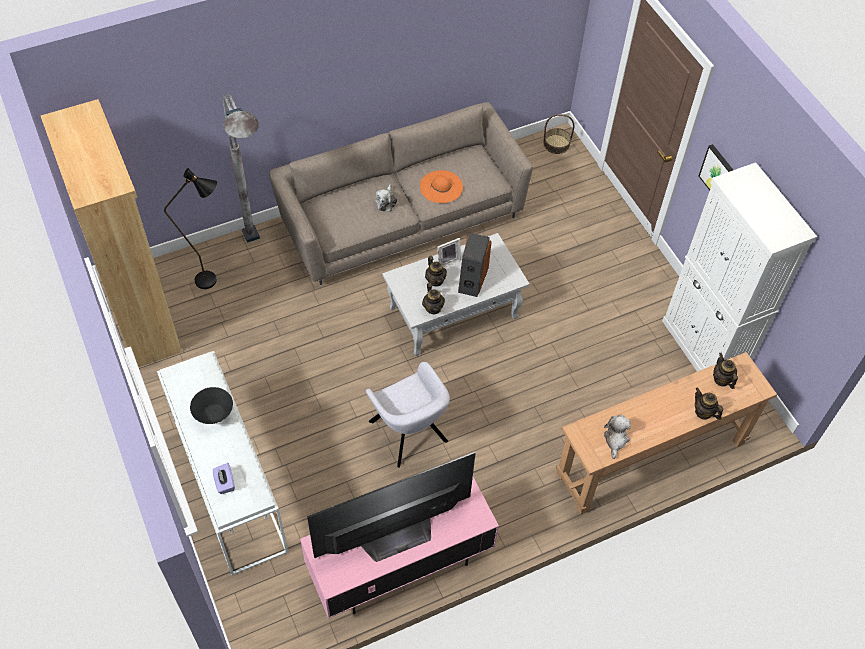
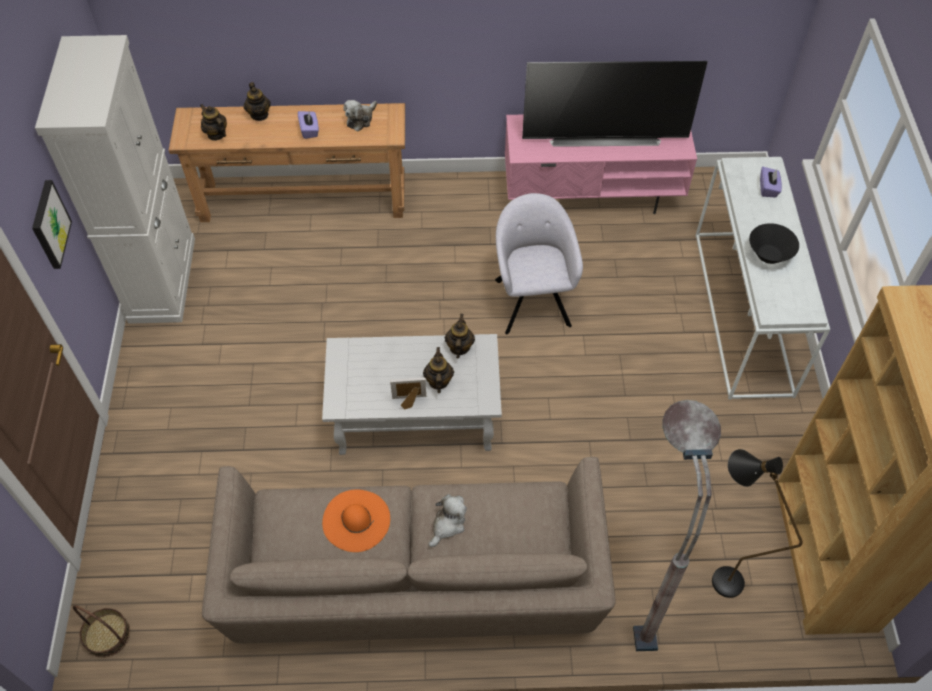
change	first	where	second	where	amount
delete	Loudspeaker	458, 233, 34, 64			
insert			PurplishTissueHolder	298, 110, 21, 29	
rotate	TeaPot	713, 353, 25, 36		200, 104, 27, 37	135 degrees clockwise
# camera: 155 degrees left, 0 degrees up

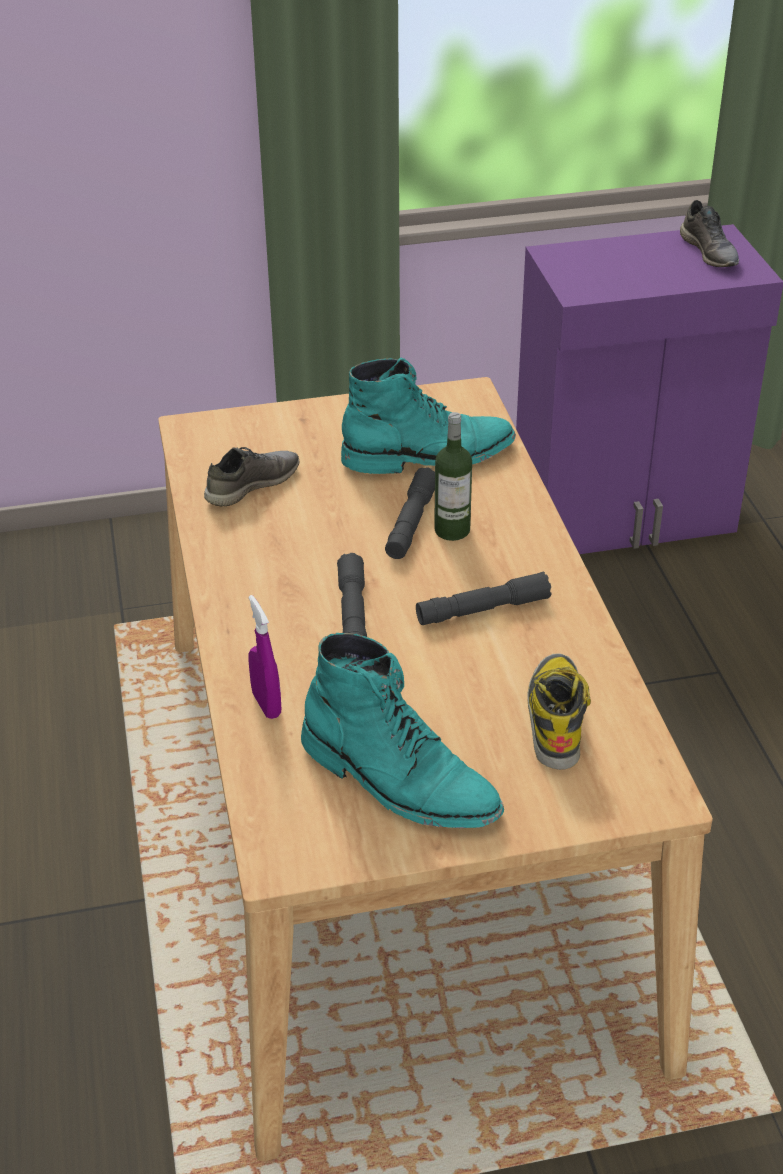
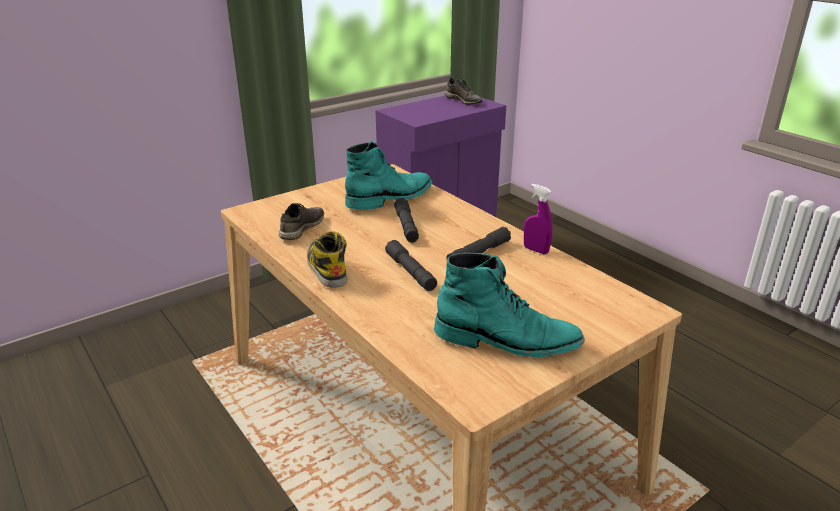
change	first	where	second	where	amount
delete	Bottle	434, 412, 38, 129			
move	PurplishSprayBottle	248, 595, 33, 124		524, 184, 29, 71	
move	HighTopBoot	527, 654, 64, 116		307, 231, 41, 57	
# camera: 25 degrees left, 10 degrees down

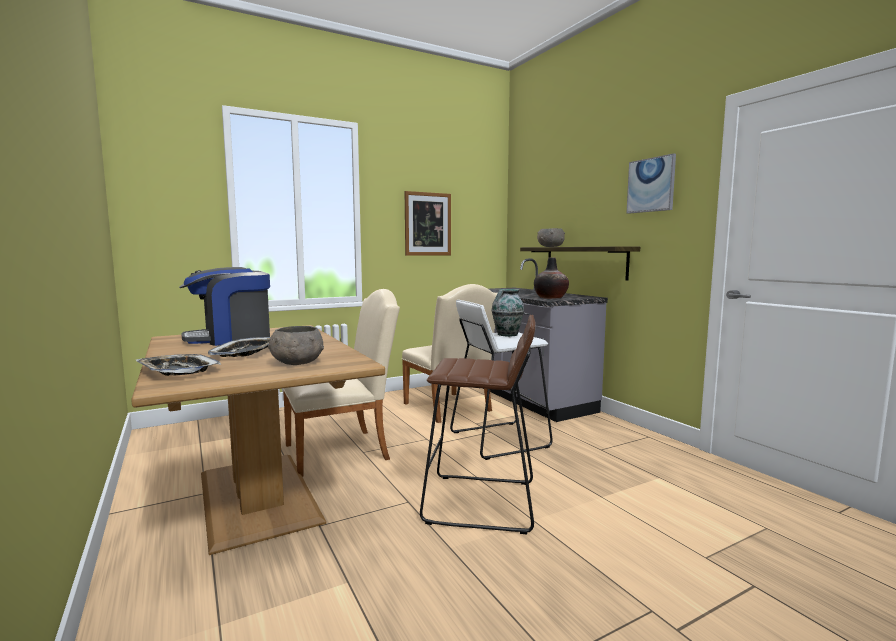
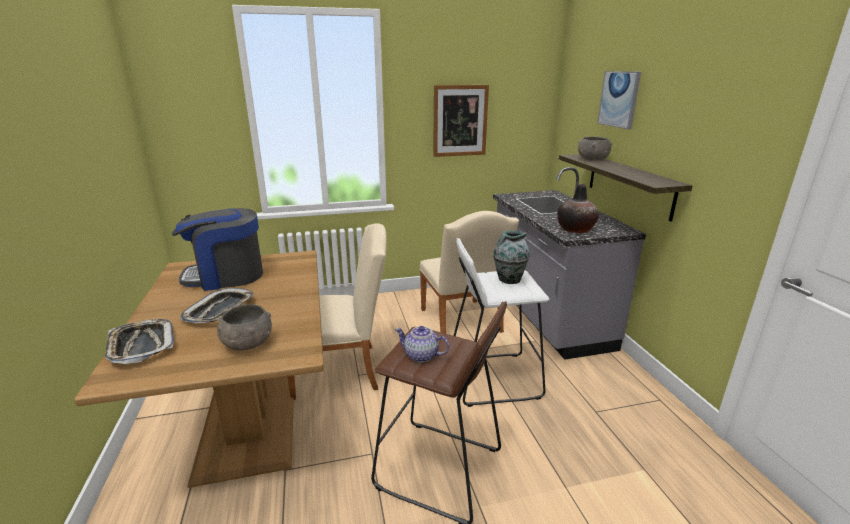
change	first	where	second	where	amount
insert			TeaPot	395, 326, 54, 36	
move	WallPicture	626, 153, 50, 61		597, 71, 44, 58	
# camera: 15 degrees right, 15 degrees up

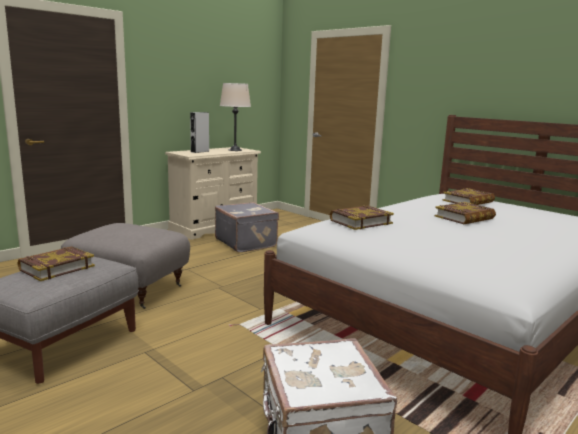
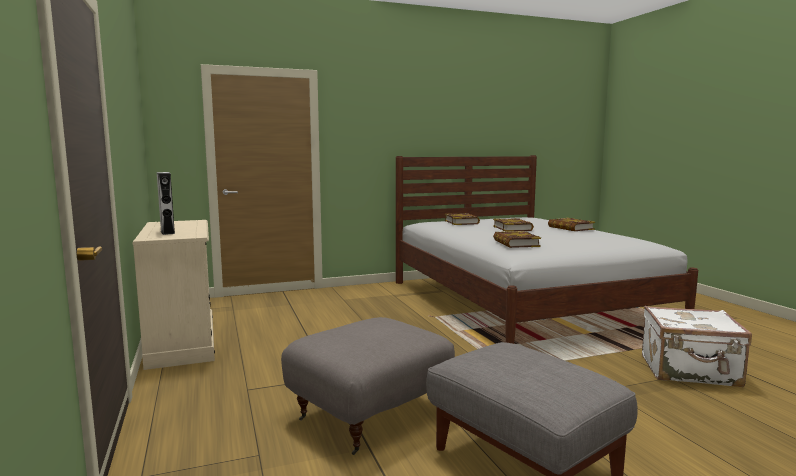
change	first	where	second	where	amount
delete	GreyishPieceOfLuggage	215, 202, 64, 50			
delete	BeigeColouredTabletopLamp	220, 83, 31, 68			
move	BoundBook	18, 246, 77, 35		548, 218, 47, 13	
# camera: 65 degrees left, 5 degrees down

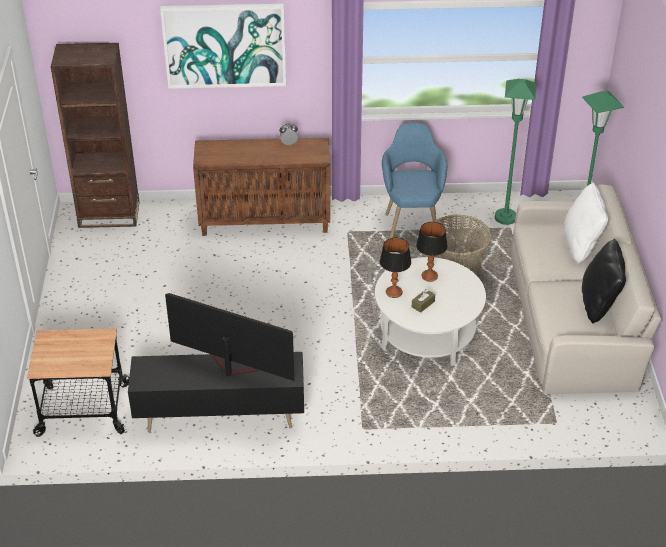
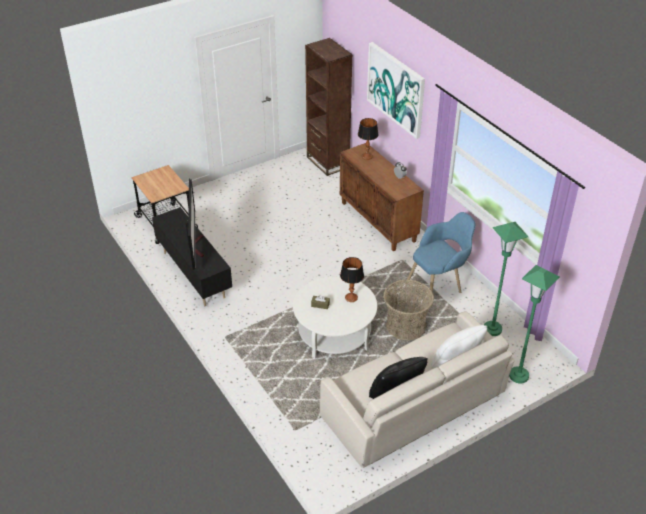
change	first	where	second	where	amount
move	TabletopLamp	380, 238, 31, 60		358, 118, 21, 42	
# camera: 60 degrees right, 0 degrees up

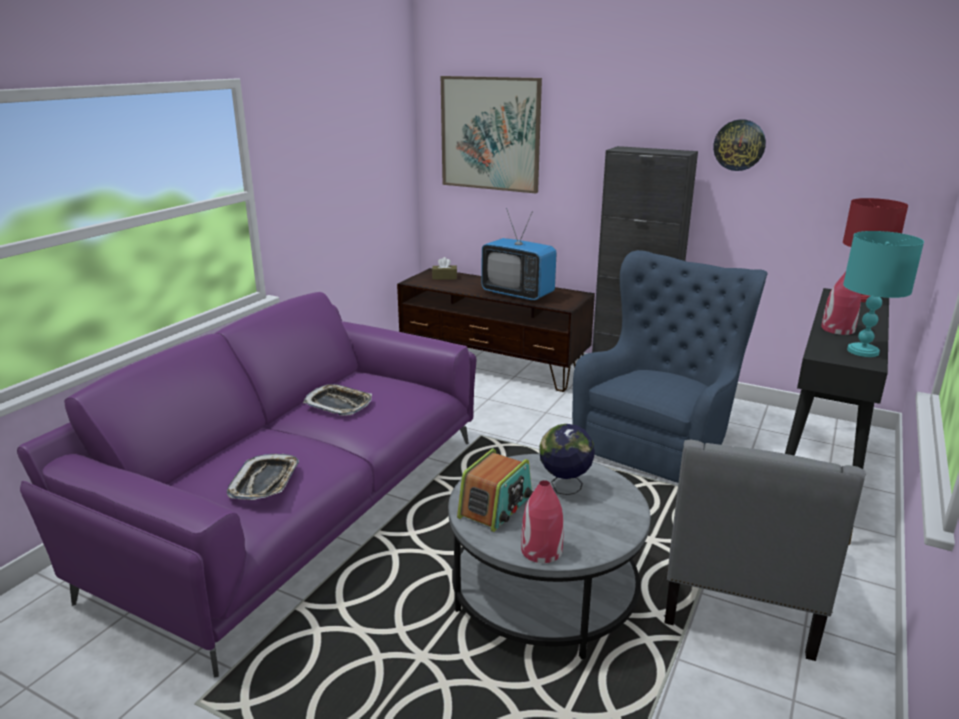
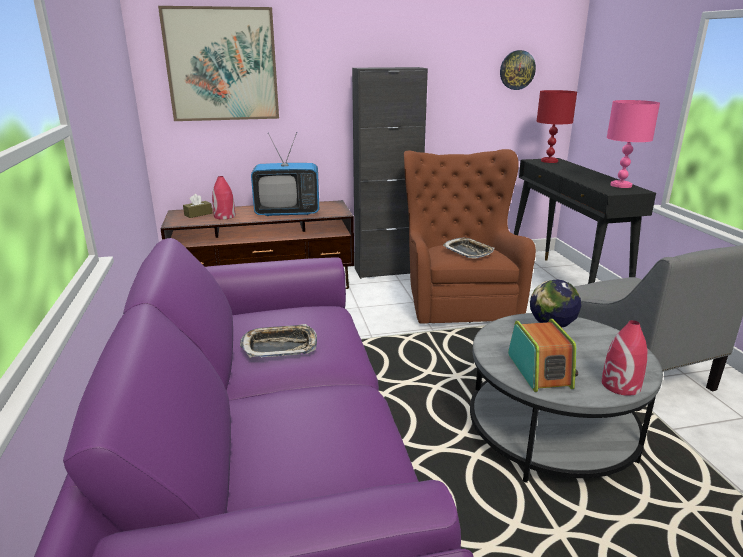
change	first	where	second	where	amount
move	CarryingTray	227, 454, 72, 46		443, 238, 52, 21	
move	HangingClock	713, 119, 53, 52		500, 50, 36, 40	
move	RedColouredFlowerVase	821, 272, 40, 63		212, 176, 23, 43	
recolor	BlueEasyChair	572, 250, 195, 233	BrownishEasyChair	404, 149, 132, 175	
recolor	TurquoiseColouredTabletopLamp	843, 231, 81, 126	PinkTabletopLamp	607, 100, 53, 88	
# camera: 40 degrees left, 0 degrees up

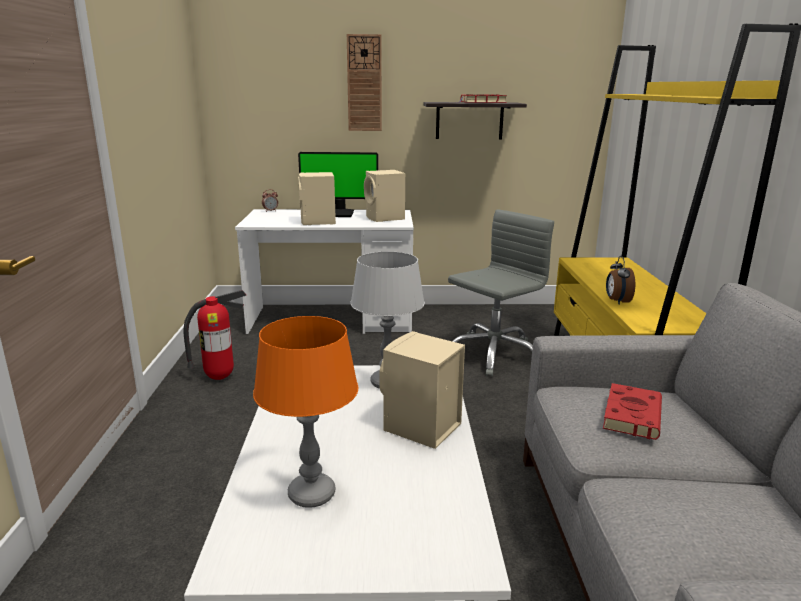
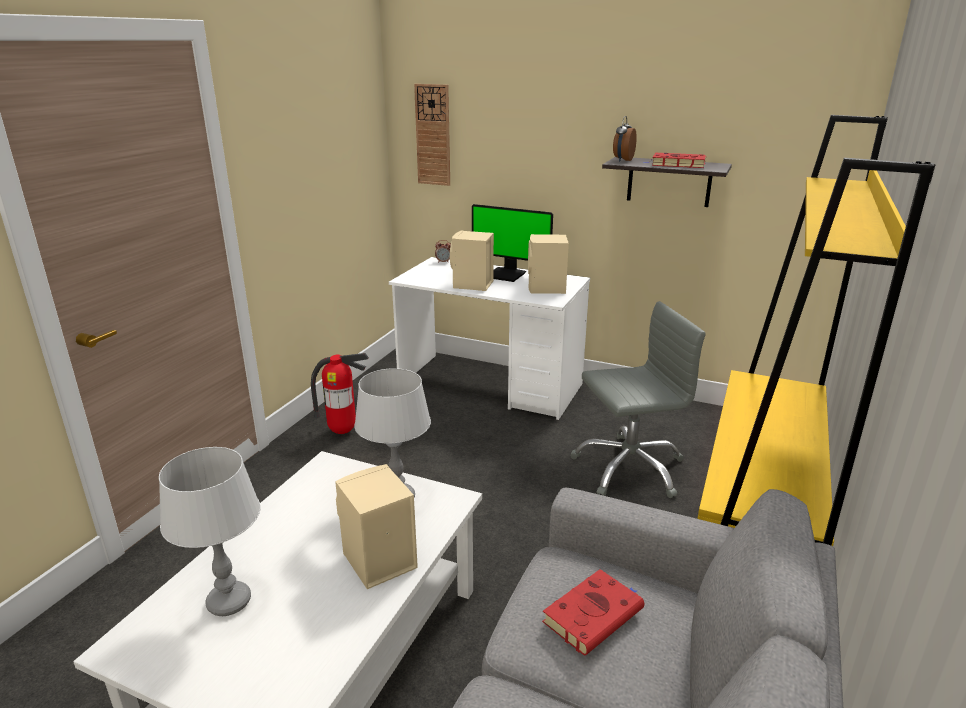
change	first	where	second	where	amount
move	HangingClock	347, 34, 35, 97		414, 84, 36, 102	
move	BedsideClock	606, 256, 29, 49		613, 116, 24, 46	
recolor	OrangeColouredTabletopLamp	253, 316, 106, 192	GreyishTabletopLamp	159, 447, 101, 169	
# camera: 25 degrees right, 5 degrees up

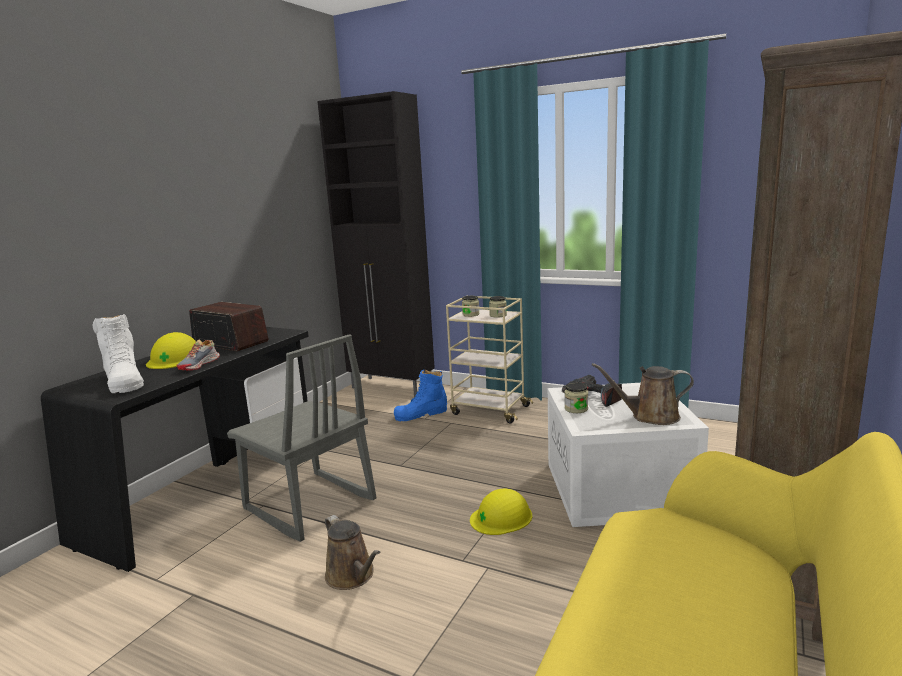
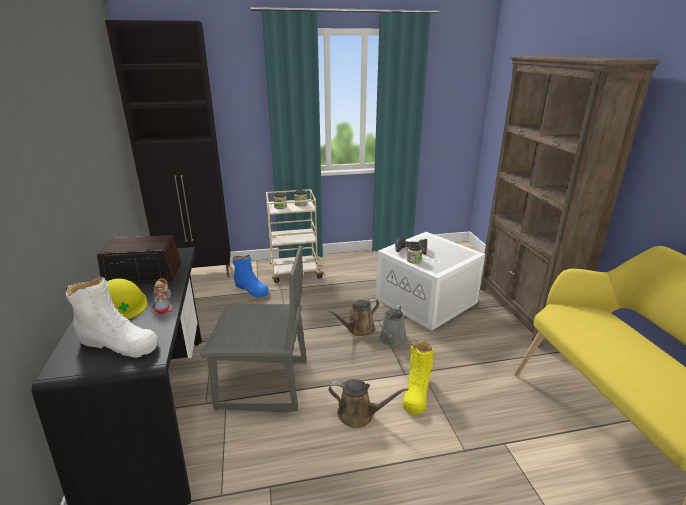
change	first	where	second	where	amount
insert			YellowColouredHighTopBoot	403, 340, 31, 75	
move	BrownishWateringCan	592, 363, 102, 62		327, 299, 52, 37	
replace	YellowColouredWorkHelmet	470, 488, 62, 47	GreyishWateringCan	379, 305, 28, 42	
rotate	BlueHighTopBoot	394, 369, 53, 52		233, 255, 36, 42	75 degrees counterclockwise
# camera: 40 degrees left, 10 degrees up

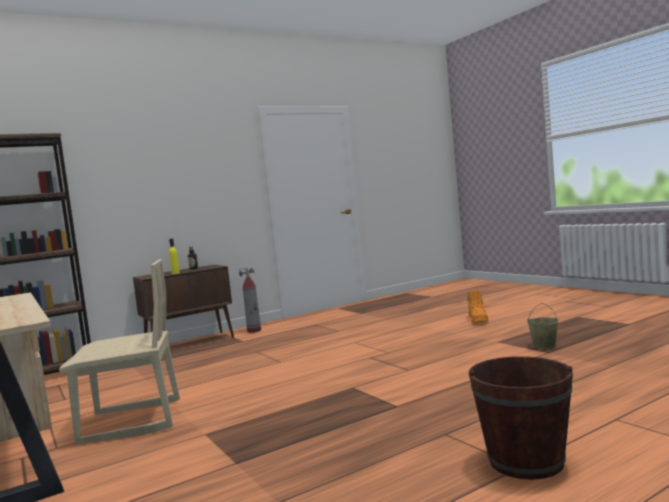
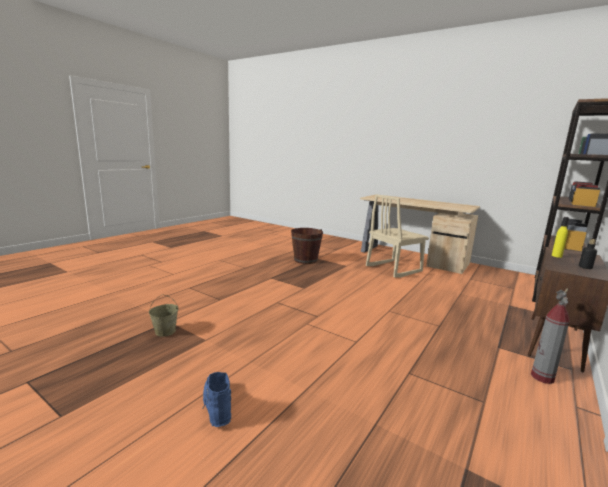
change	first	where	second	where	amount
move	BrownishPail	469, 356, 104, 124		291, 228, 32, 36	
recolor	OrangeColouredHighTopBoot	467, 290, 22, 34	BlueHighTopBoot	202, 372, 29, 55	
# camera: 155 degrees right, 10 degrees up

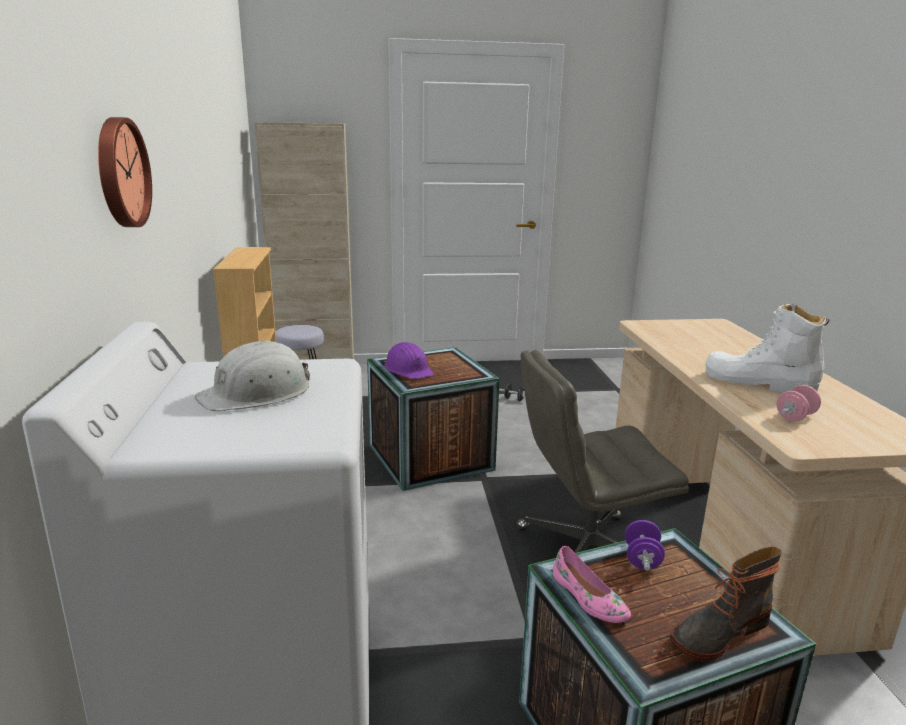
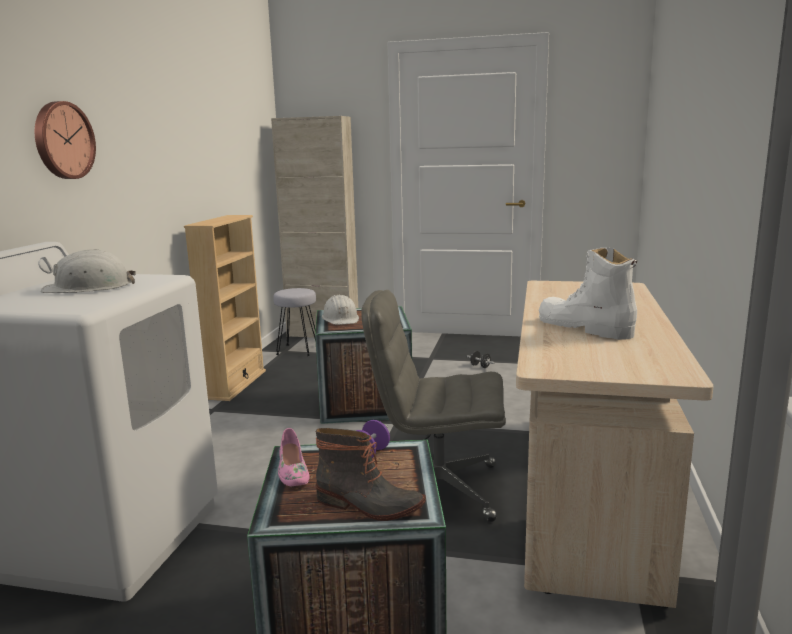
change	first	where	second	where	amount
delete	PinkFreeWeight	776, 385, 45, 36			
recolor	PurplishWorkHelmet	384, 342, 50, 37	WhiteWorkHelmet	322, 295, 37, 30	
rotate	HighTopBoot	670, 546, 112, 114		316, 428, 110, 93	150 degrees counterclockwise
# camera: 20 degrees right, 5 degrees down

